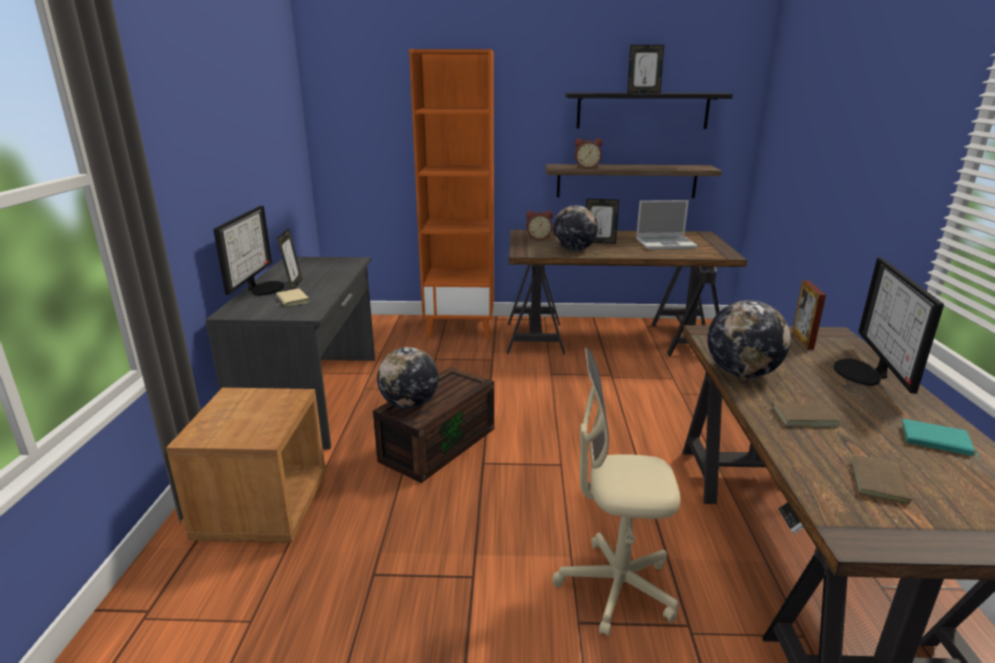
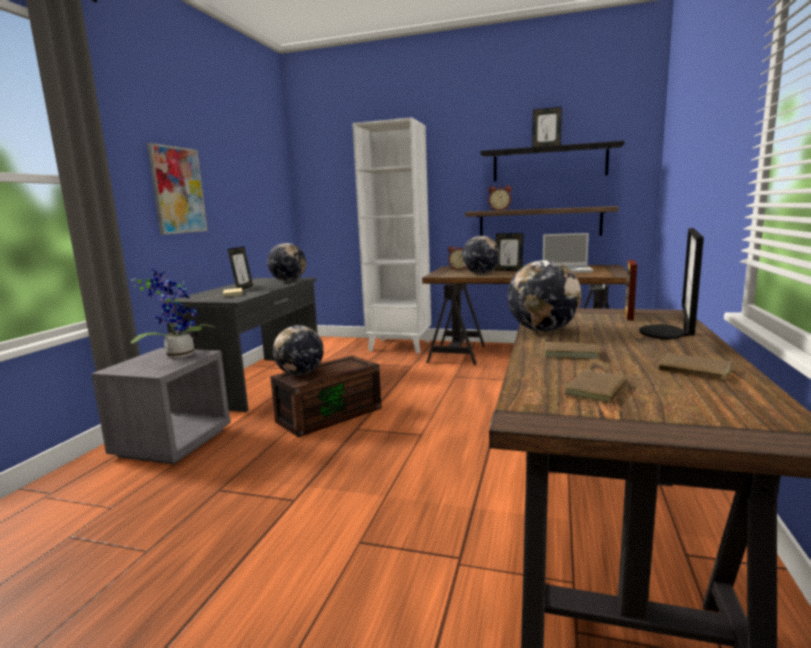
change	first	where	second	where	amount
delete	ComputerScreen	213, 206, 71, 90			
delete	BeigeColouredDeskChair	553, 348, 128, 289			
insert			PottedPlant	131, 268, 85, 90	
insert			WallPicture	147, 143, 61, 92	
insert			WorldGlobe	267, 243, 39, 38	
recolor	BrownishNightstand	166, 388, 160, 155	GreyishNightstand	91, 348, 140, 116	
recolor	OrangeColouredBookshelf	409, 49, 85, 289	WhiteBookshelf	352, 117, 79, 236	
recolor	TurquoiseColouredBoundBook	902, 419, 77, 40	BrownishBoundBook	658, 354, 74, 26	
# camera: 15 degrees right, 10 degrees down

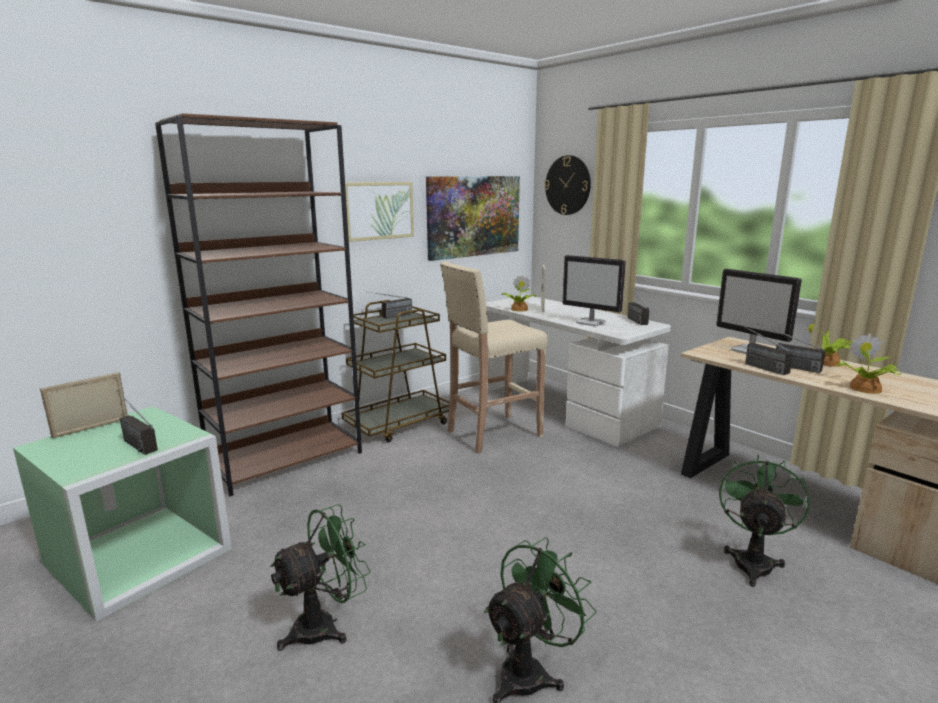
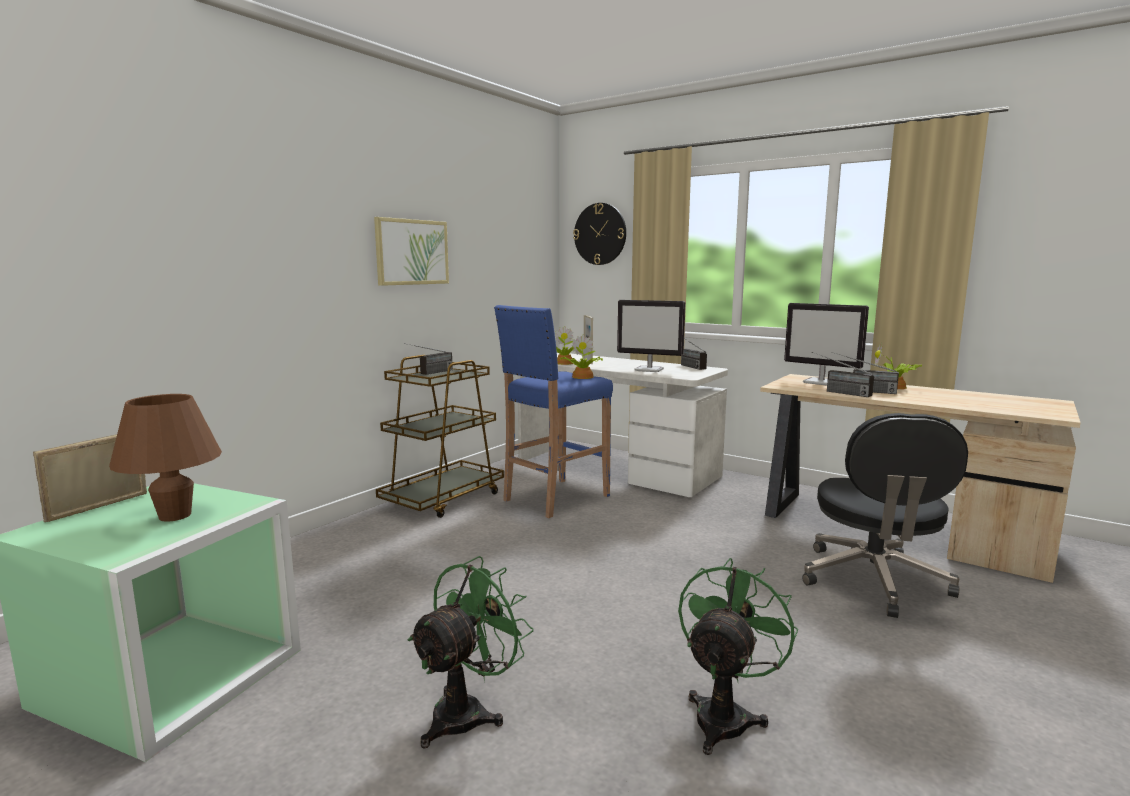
change	first	where	second	where	amount
delete	BrownishBookshelf	155, 113, 207, 384			
delete	WallPicture	426, 176, 94, 85			
move	PottedPlant	837, 333, 65, 61		560, 335, 43, 44	
replace	RadioSet	117, 391, 41, 64	BrownishTabletopLamp	109, 394, 113, 128	
replace	GreenishElectricFan	719, 454, 91, 133	BlackDeskChair	802, 413, 166, 205	
recolor	BeigeColouredStoolSeat	440, 261, 108, 193	BlueStoolSeat	494, 305, 119, 213	
# camera: 15 degrees left, 5 degrees down

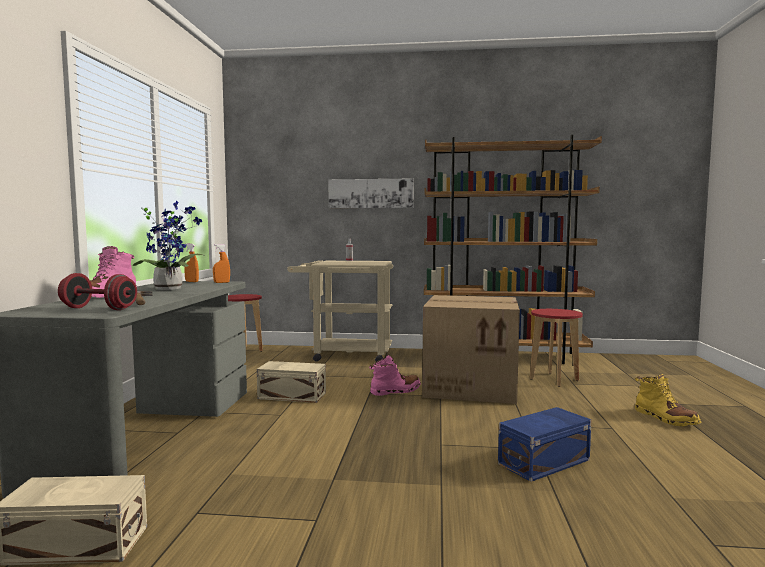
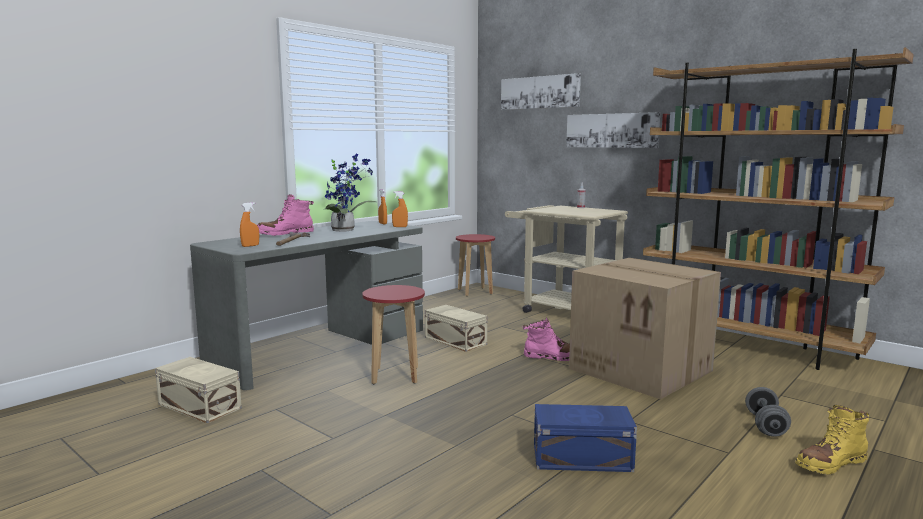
change	first	where	second	where	amount
insert			WallPicture	501, 73, 80, 37	
insert			GreyishFreeWeight	745, 387, 46, 49	
move	RedColouredStoolSeat	530, 309, 53, 78		362, 285, 63, 99	
replace	RedColouredFreeWeight	58, 273, 79, 37	OrangeColouredSprayBottle	240, 202, 19, 45	
rotate	YellowColouredHighTopBoot	635, 374, 67, 52		795, 405, 74, 69	60 degrees clockwise
# camera: 35 degrees right, 5 degrees up

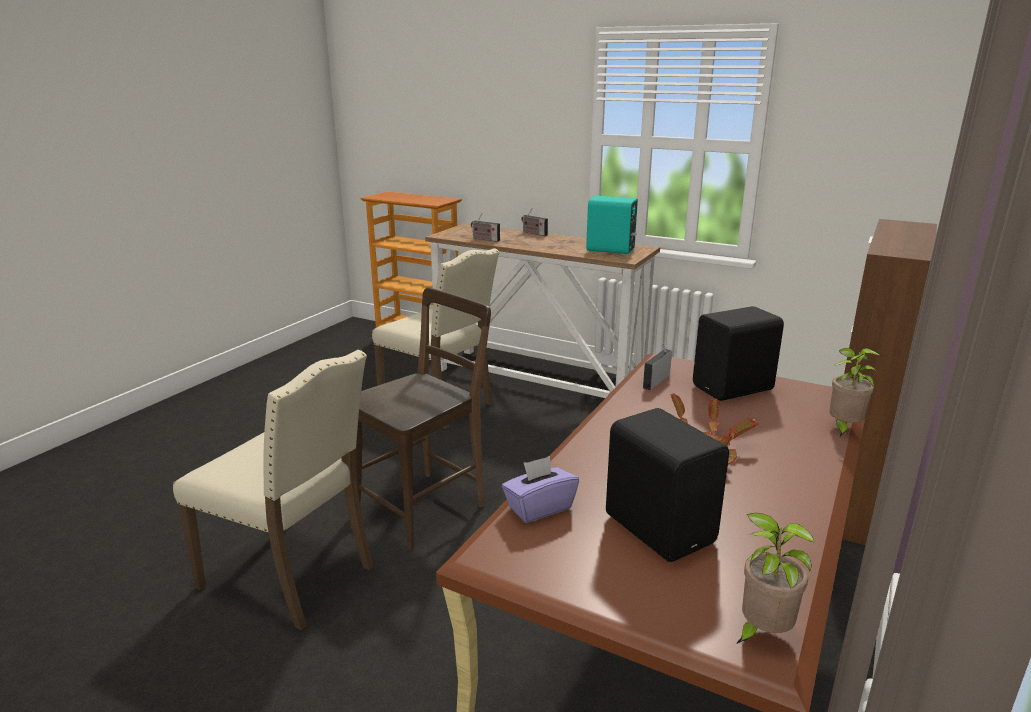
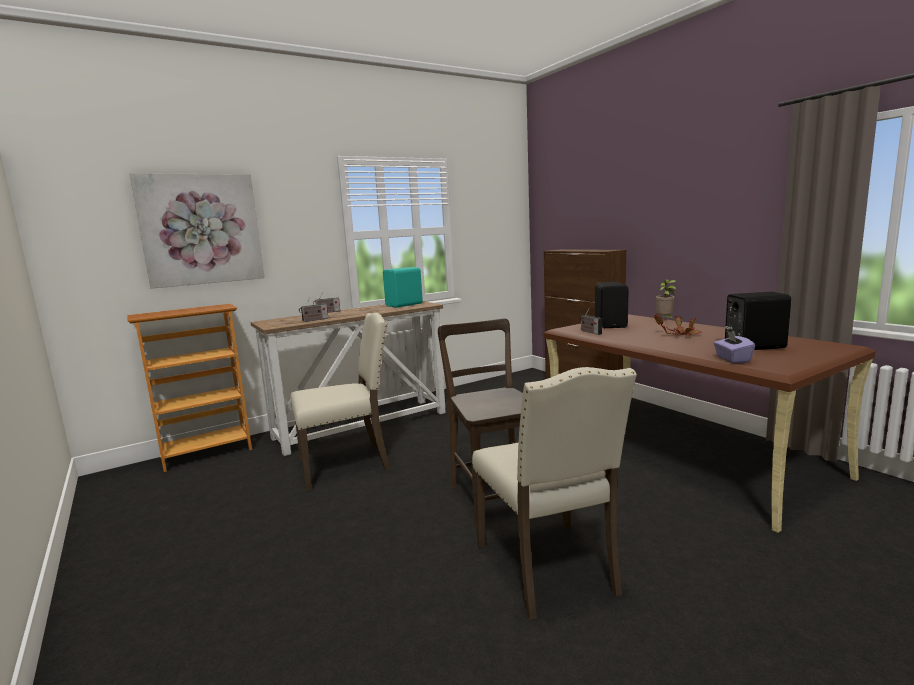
change	first	where	second	where	amount
delete	PottedPlant	736, 513, 78, 131			
insert			WallPicture	130, 173, 135, 116	
rotate	BeigeColouredPlainChair	173, 350, 201, 280		472, 367, 165, 253	105 degrees clockwise
# camera: 60 degrees left, 10 degrees down

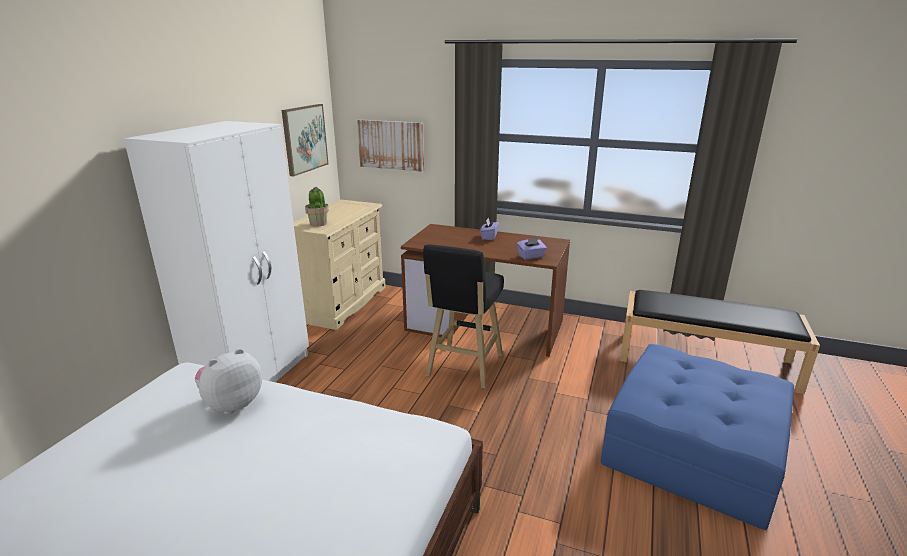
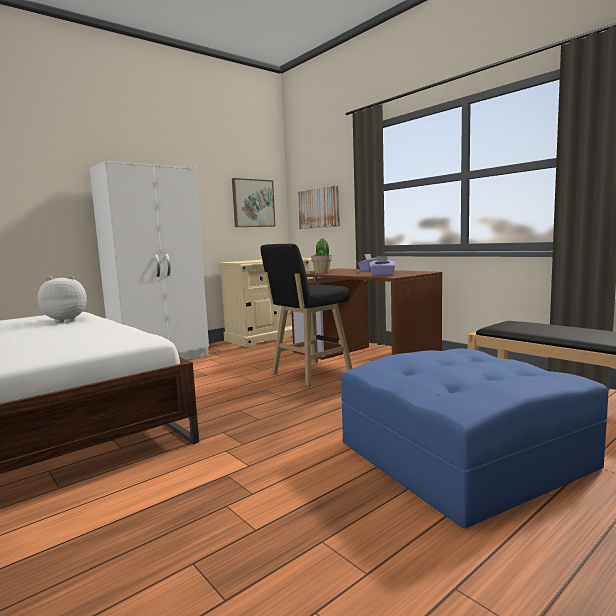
change	first	where	second	where	amount
move	PottedPlant	305, 186, 24, 40		311, 239, 21, 34	
# camera: 30 degrees right, 15 degrees down

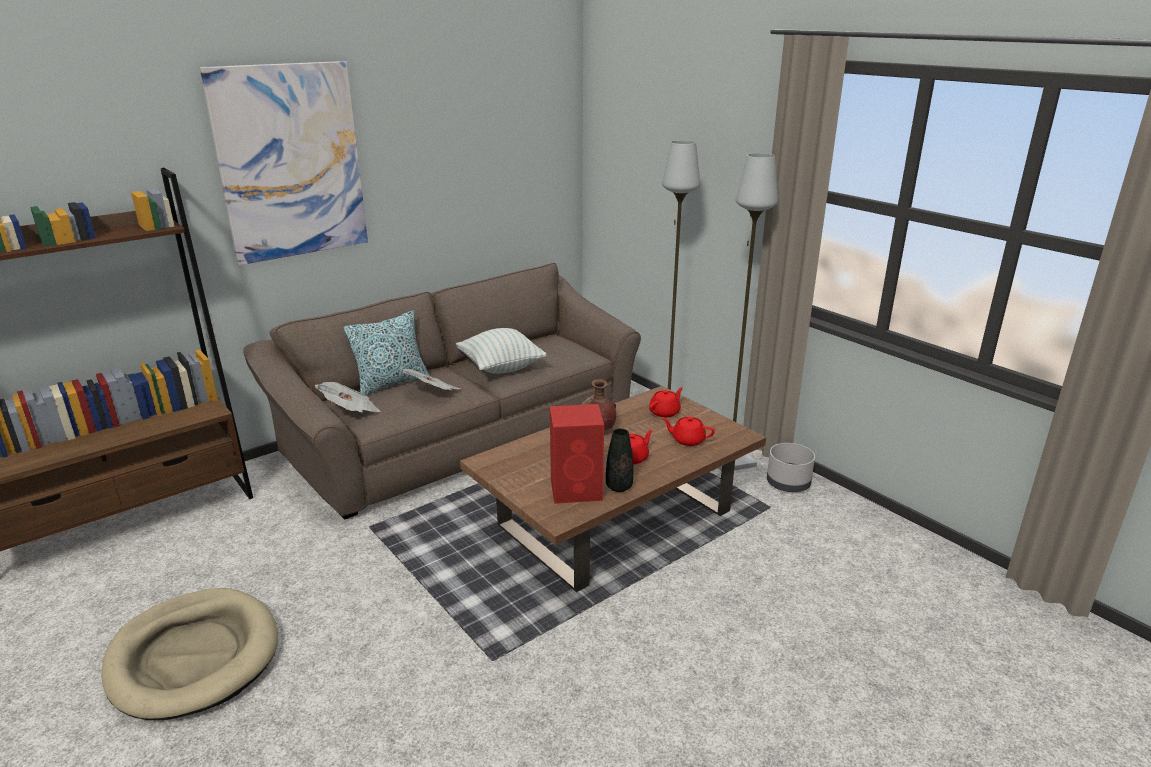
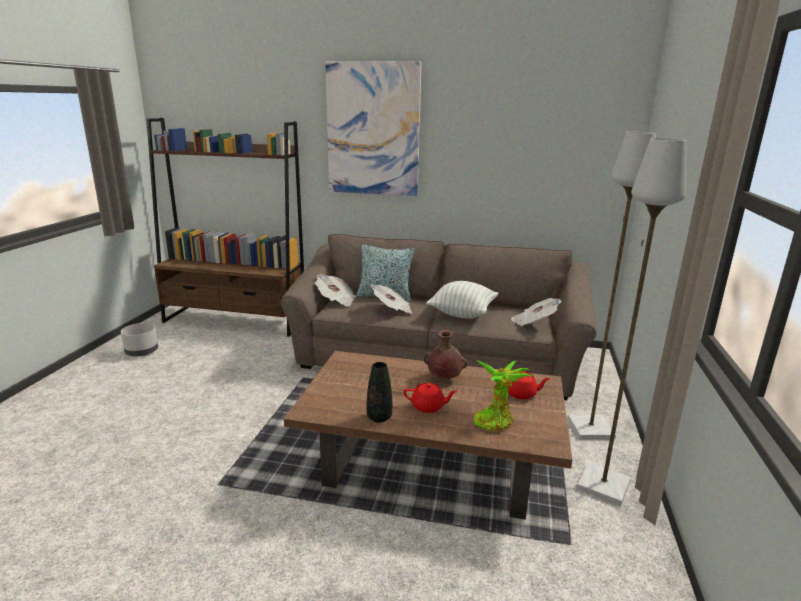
change	first	where	second	where	amount
delete	BeigeColouredDogBed	101, 588, 177, 132			
delete	RedColouredLoudspeaker	550, 404, 54, 100			
insert			PrintedPaper	511, 298, 50, 28	
move	GreyishPlantPot	767, 443, 48, 49		121, 323, 37, 33	
replace	RedColouredTeaPot	662, 417, 53, 29	PottedPlant	474, 360, 59, 71	
# camera: 50 degrees right, 5 degrees down

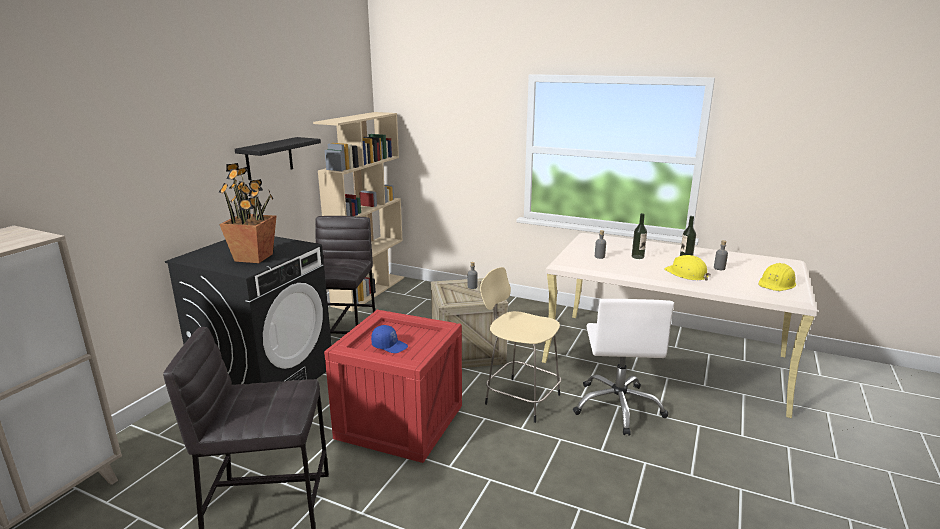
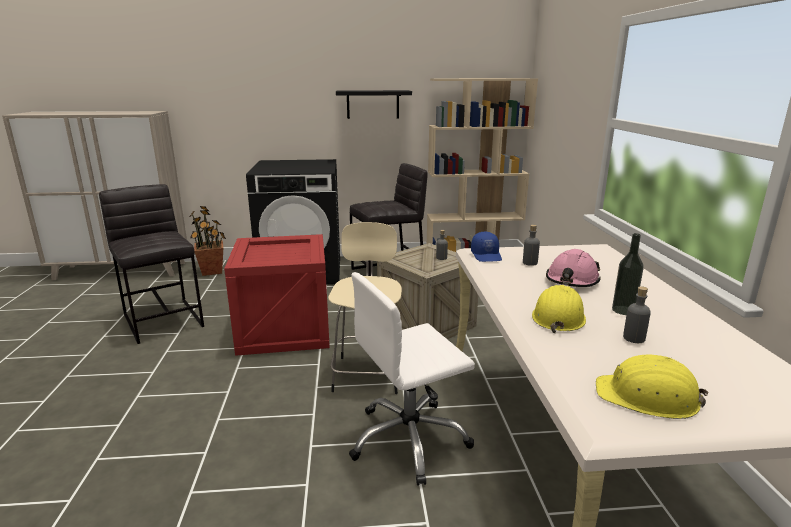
change	first	where	second	where	amount
move	PottedPlant	219, 163, 57, 100		189, 206, 37, 70	
move	BlueBaseballCap	371, 325, 37, 28		471, 232, 31, 30	
replace	Bottle	632, 213, 15, 46	PinkWorkHelmet	546, 249, 55, 38	
# camera: 60 degrees right, 0 degrees up

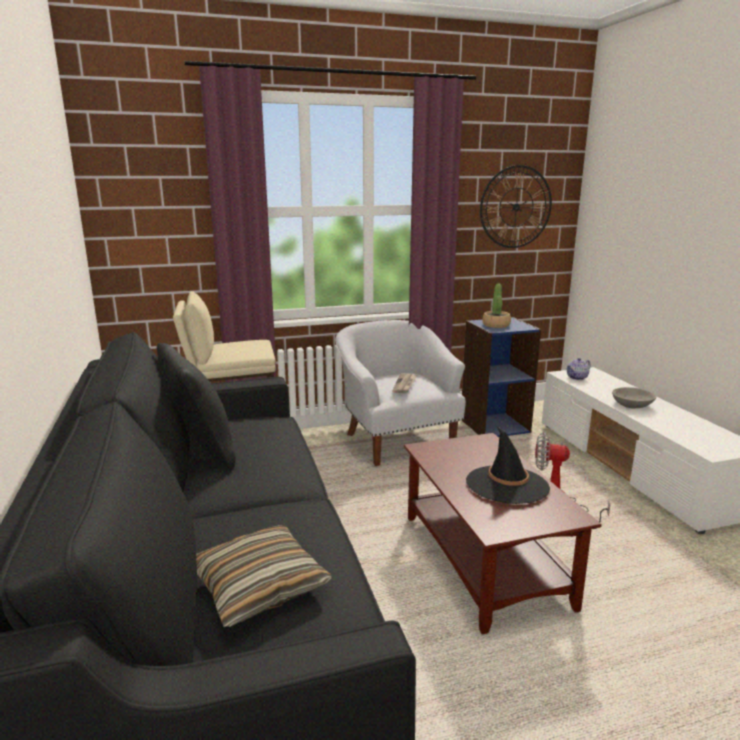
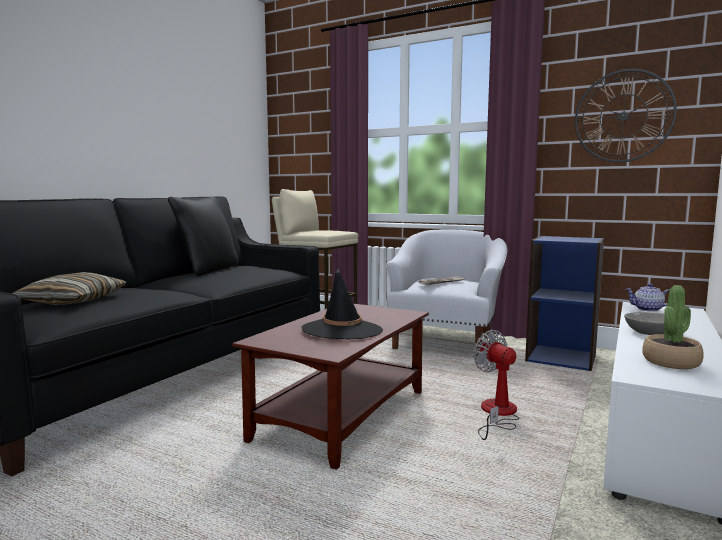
change	first	where	second	where	amount
move	PottedPlant	482, 284, 29, 44		642, 285, 62, 84	
# camera: 45 degrees right, 10 degrees down

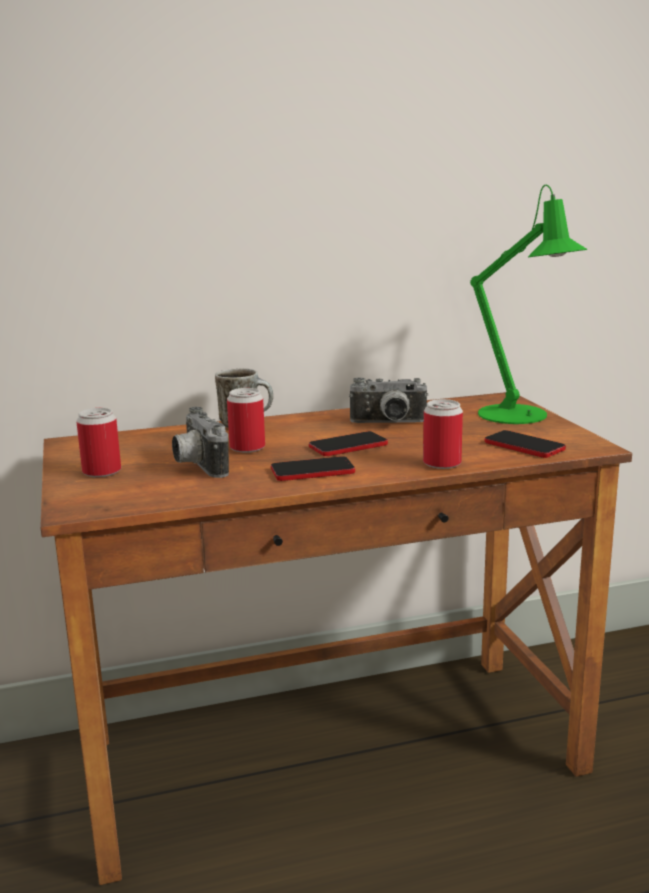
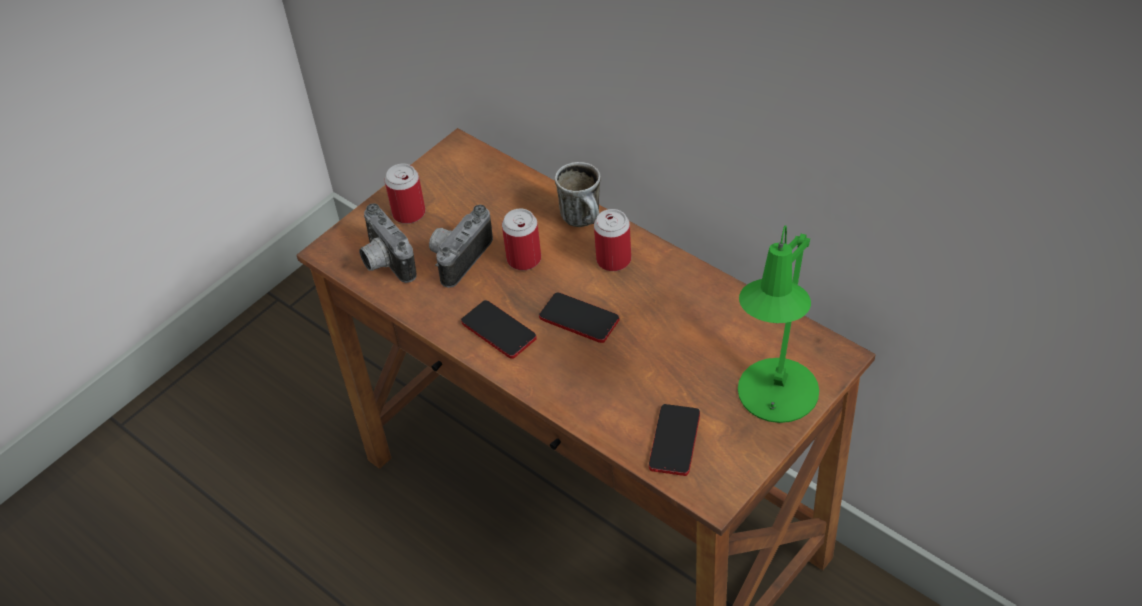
change	first	where	second	where	amount
move	PhotoCamera	349, 378, 79, 45		359, 203, 58, 80	
move	Can	423, 399, 40, 70		594, 209, 37, 62	
# camera: 60 degrees right, 30 degrees up

